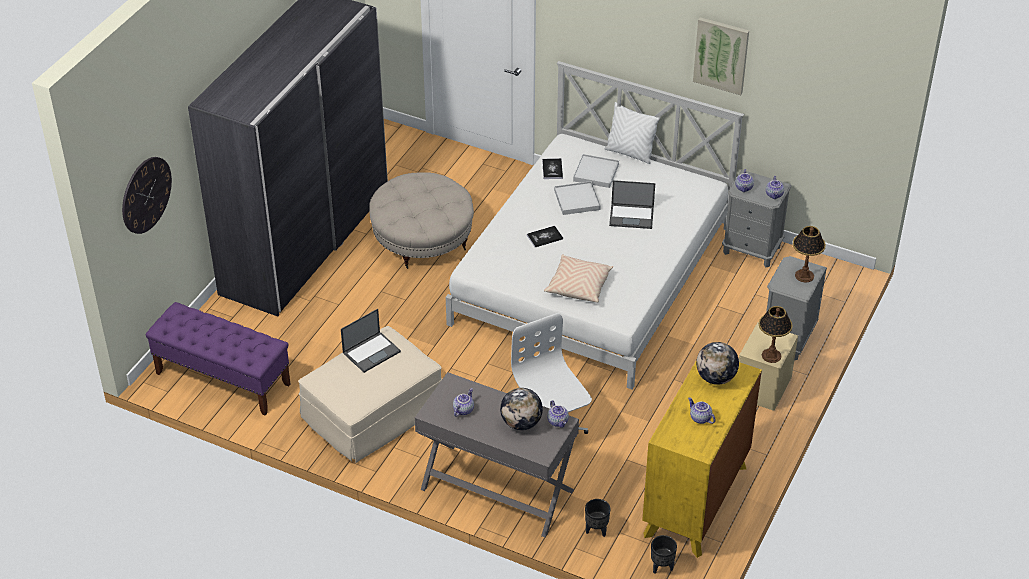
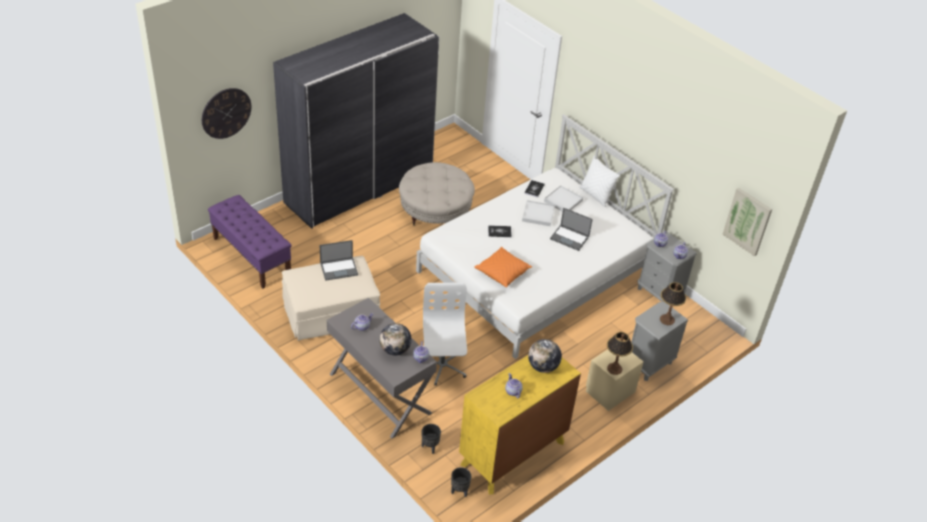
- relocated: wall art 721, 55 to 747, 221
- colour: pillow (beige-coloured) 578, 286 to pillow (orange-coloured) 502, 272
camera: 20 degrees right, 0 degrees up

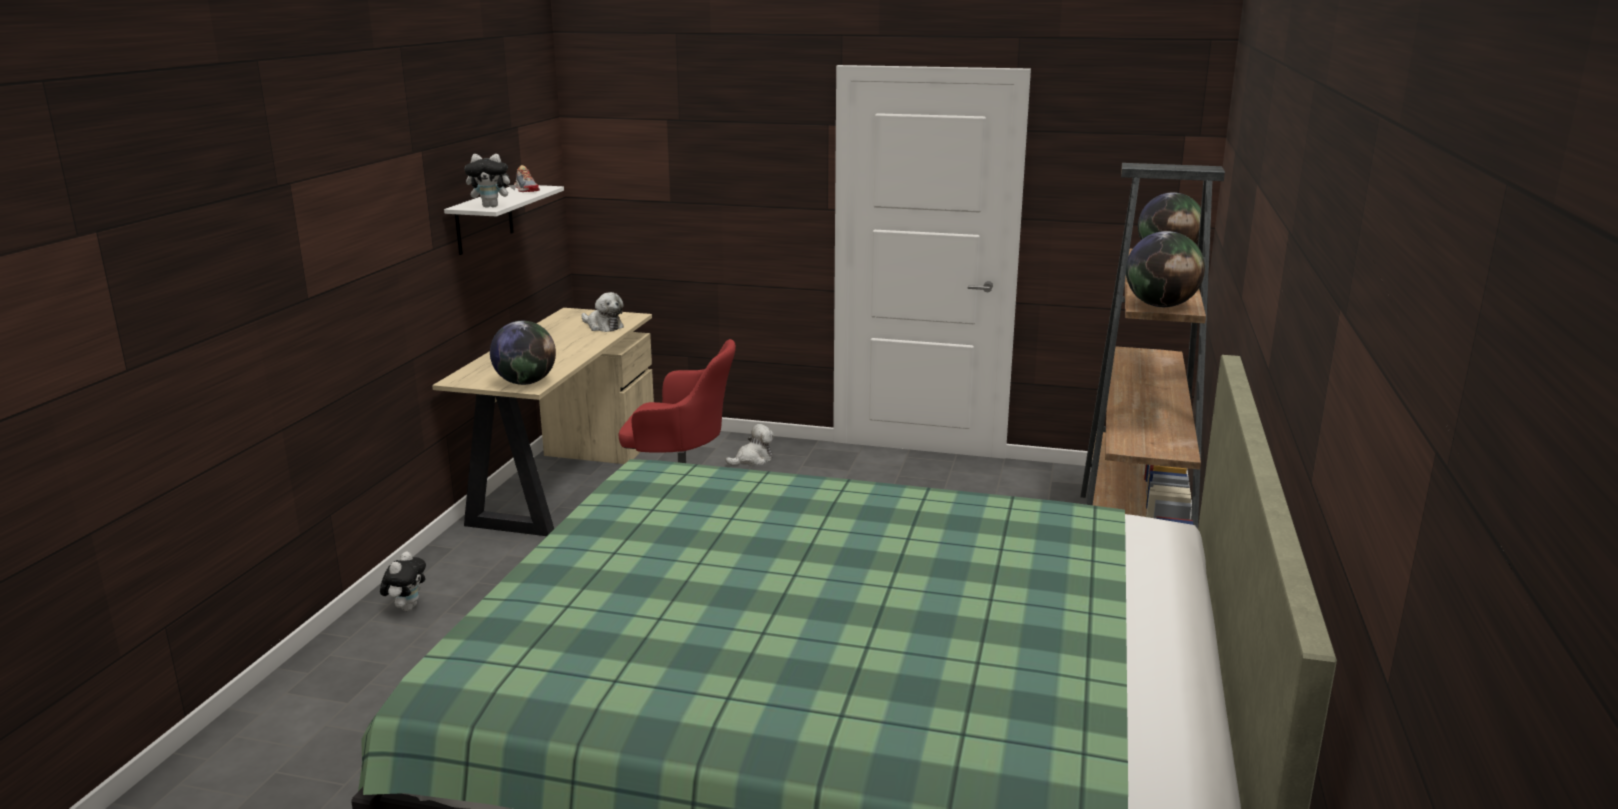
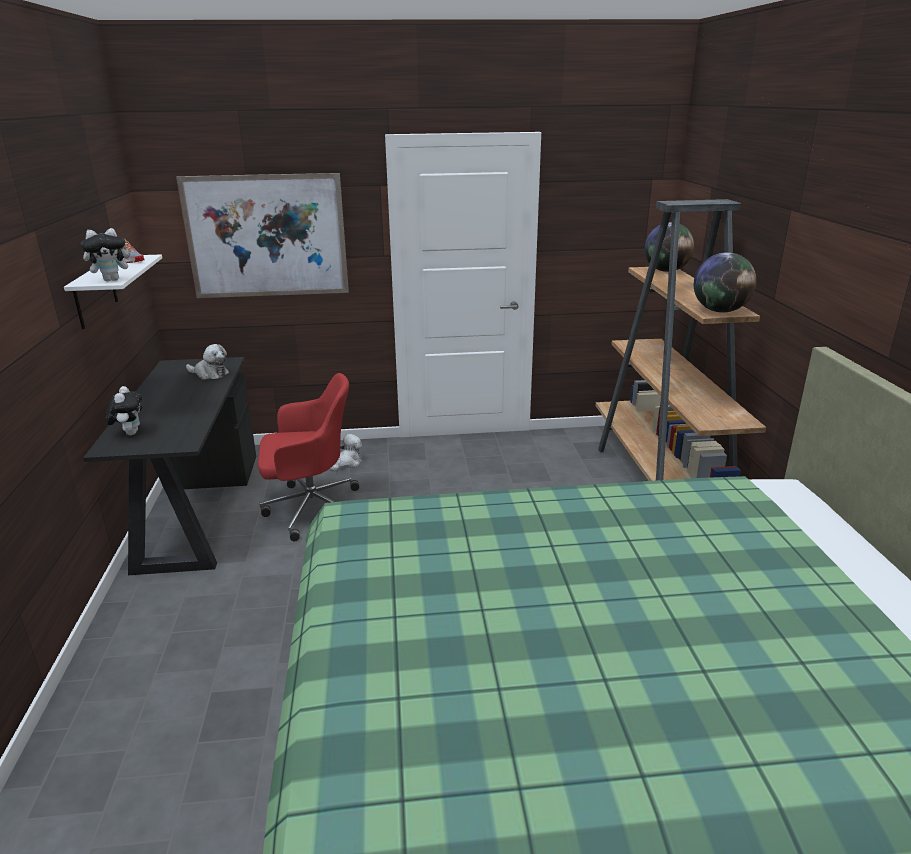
- colour: desk table (beige-coloured) 562, 479 to desk table (blackish) 197, 510
- missing: globe 525, 382
- relocated: plush toy 407, 607 to 130, 433
- appeared: wall art 266, 236
camera: 20 degrees left, 5 degrees up

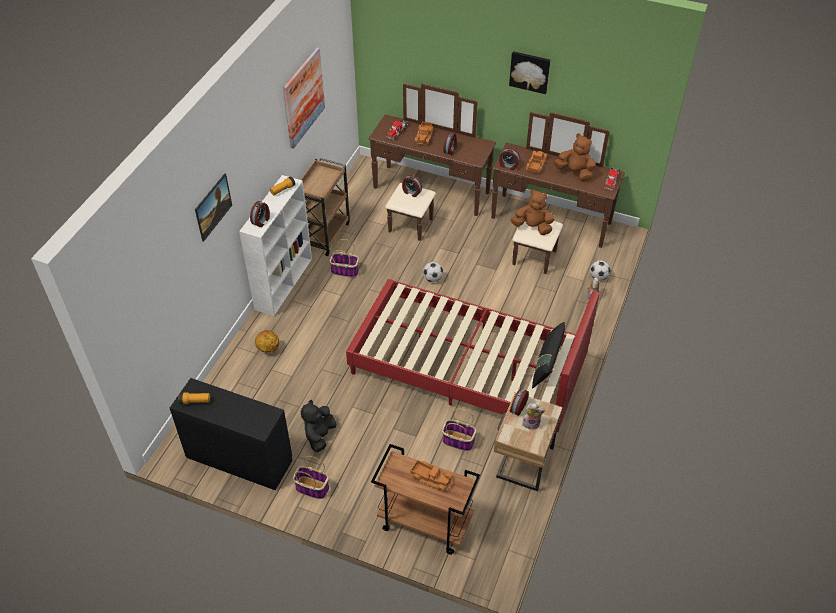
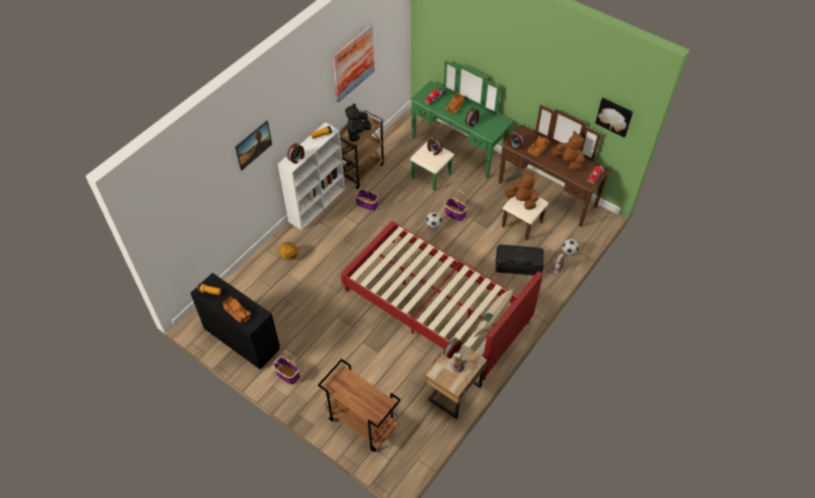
- relocated: wall art 530, 71 to 614, 116
- colour: drawer chest (brown-coloured) 427, 198 to drawer chest (greenish) 452, 155
- colour: pillow (blackish) 546, 365 to pillow (beige-coloured) 492, 320
- relocated: plush toy (blackish) 319, 435 to 358, 133
- relocated: basket 457, 441 to 454, 213
- relocated: model truck 431, 477 to 237, 312
- appeared: storage box (blackish) 518, 265
camera: 15 degrees right, 5 degrees up

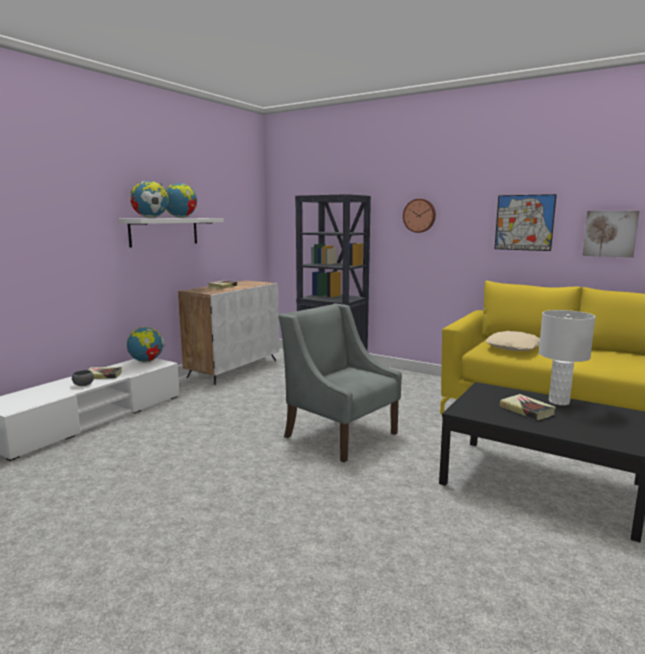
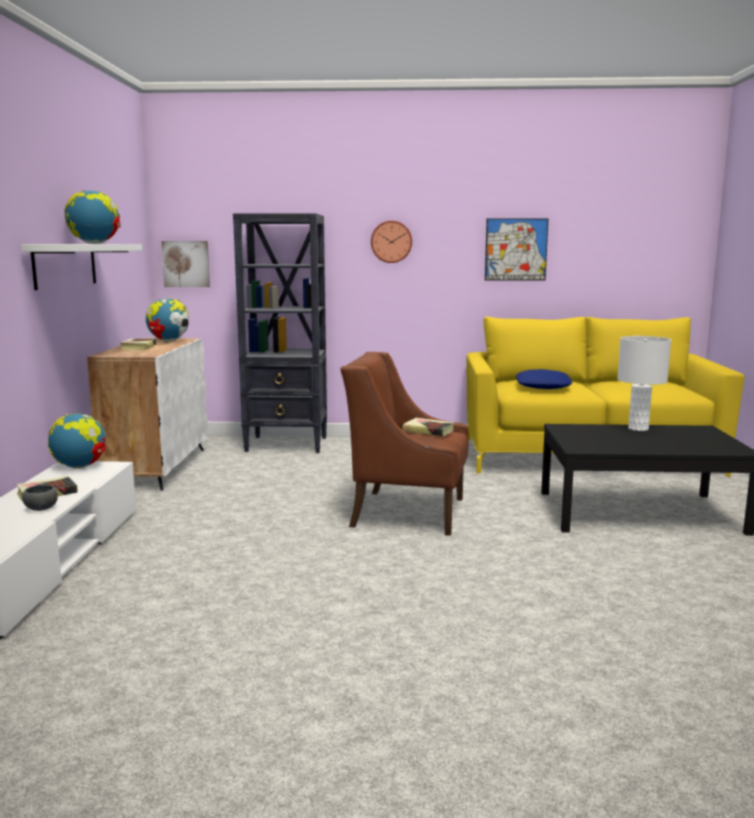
- relocated: globe 151, 218 to 169, 341
- relocated: wall art 610, 233 to 186, 264
- colour: lounge chair (greyish) 340, 434 to lounge chair (brown-coloured) 406, 511
- colour: pillow (beige-coloured) 513, 347 to pillow (blue) 543, 386
- relocated: book 526, 410 to 428, 431
camera: 30 degrees left, 0 degrees up

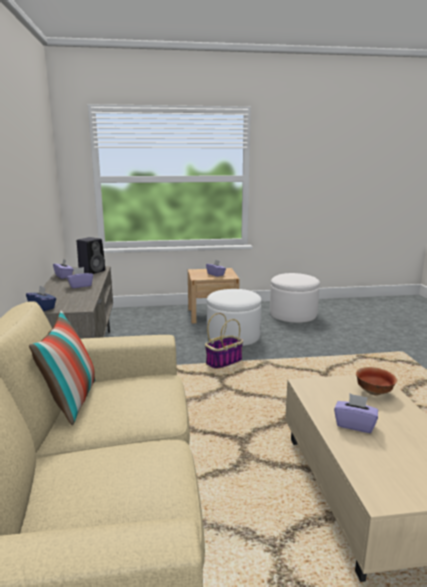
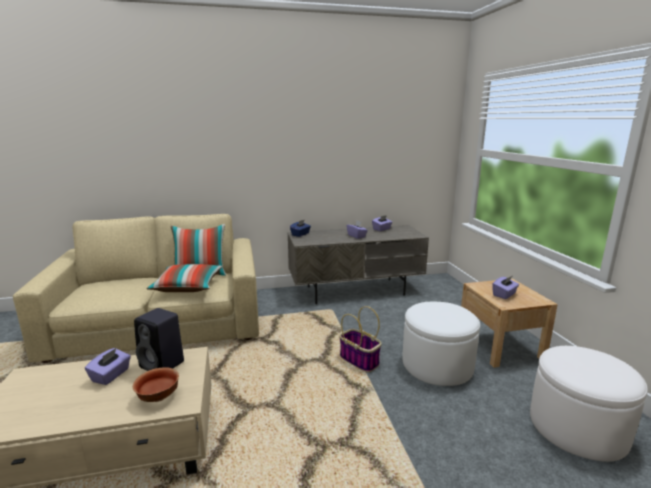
- relocated: loudspeaker (blackish) 92, 271 to 163, 365
- appeared: pillow 187, 287
camera: 85 degrees right, 0 degrees up

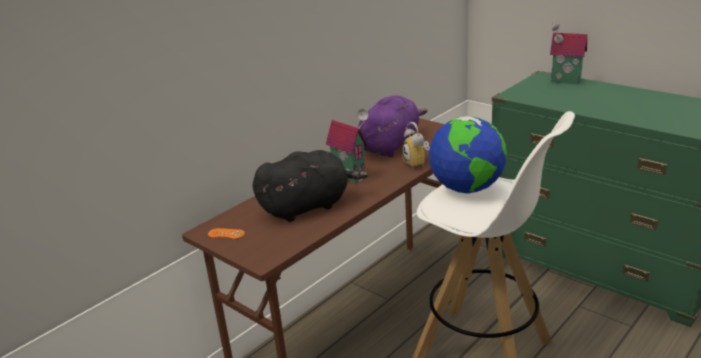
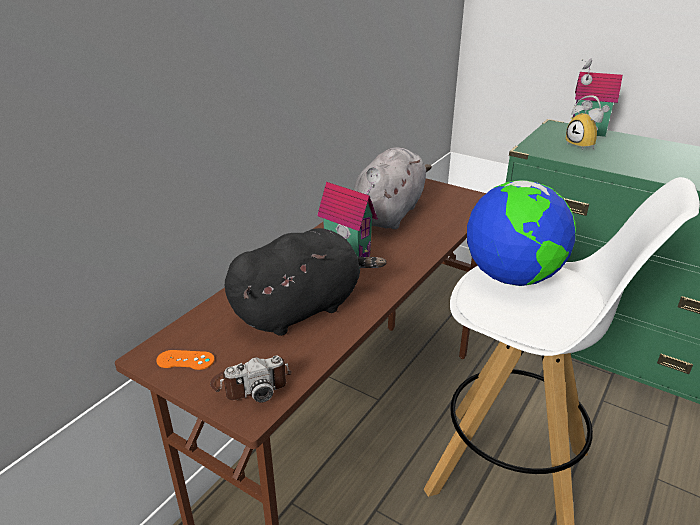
- colour: plush toy (purple) 390, 145 to plush toy (greyish) 389, 213
- relocated: alarm clock 418, 163 to 583, 146
- appeared: photo camera 251, 383
camera: 10 degrees left, 5 degrees up

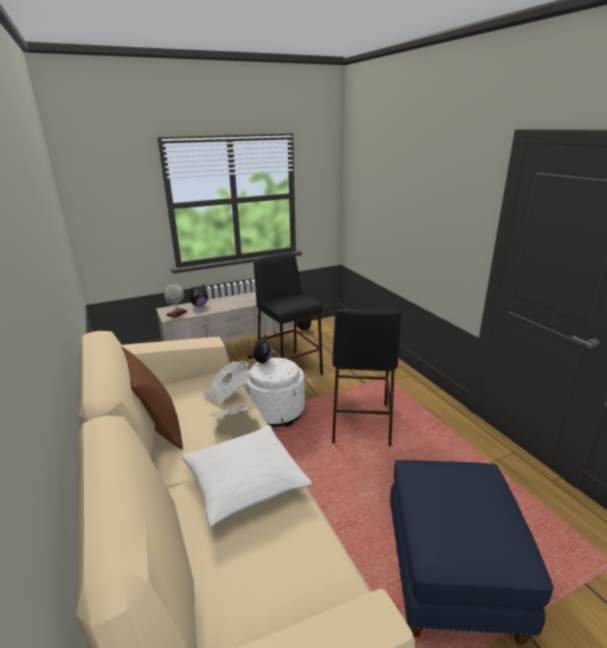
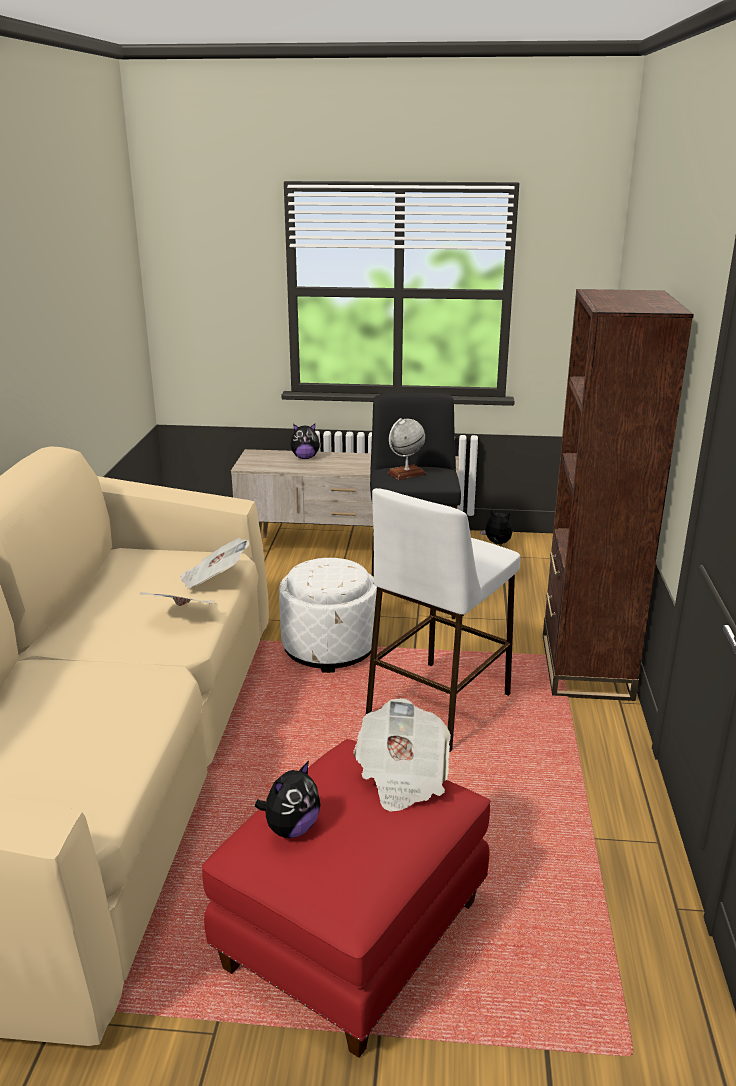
- relocated: globe 177, 313 to 406, 473
- colour: sitting stool (blackish) 360, 423 to sitting stool (whitish) 438, 706
- relocated: plush toy 261, 361 to 291, 828
- missing: pillow (brown-coloured) 158, 429
- missing: pillow (whitish) 245, 482
- colour: ottoman (blue) 452, 573 to ottoman (red) 355, 936
- appeared: shelving unit (brown-coloured) 585, 666
- appeared: printed paper 402, 777
camera: 30 degrees right, 0 degrees up

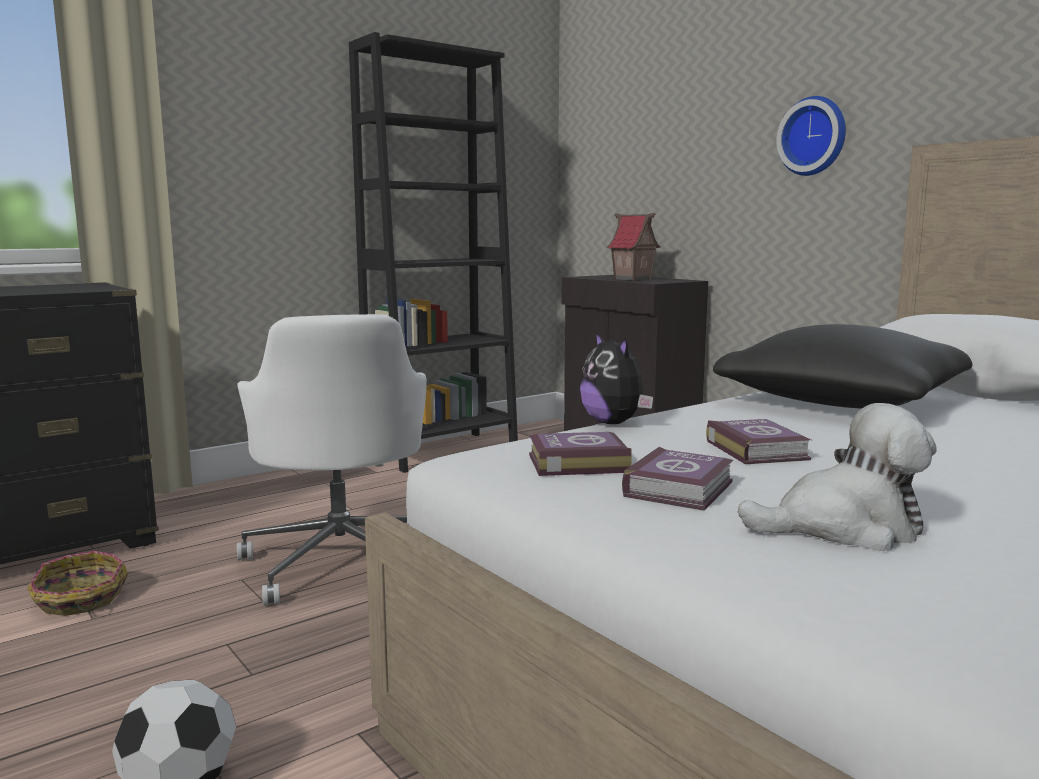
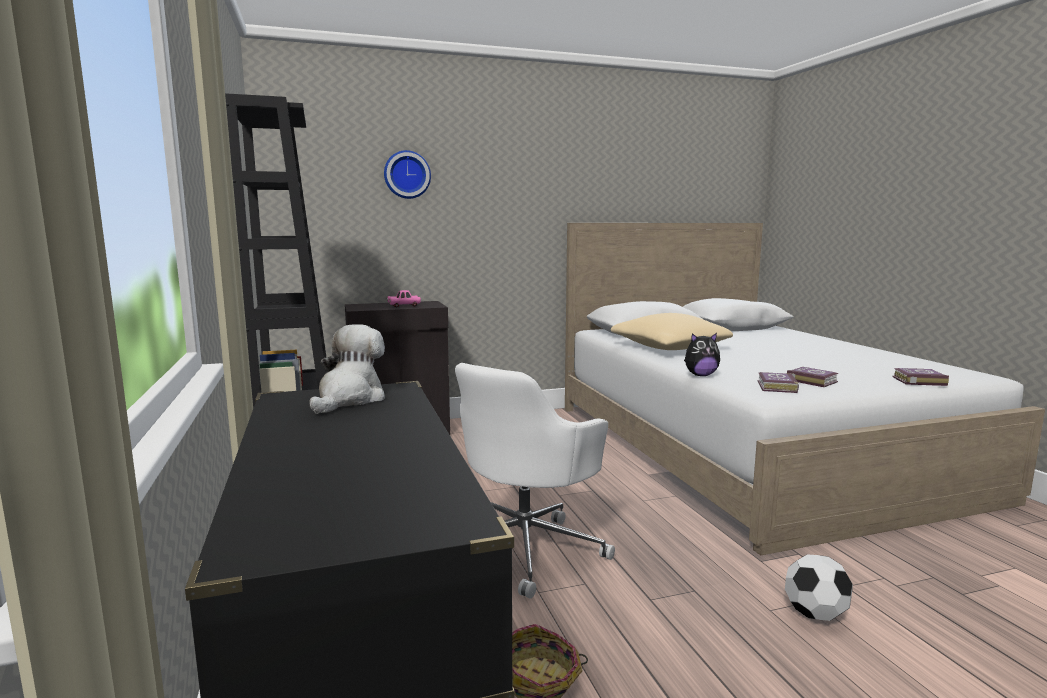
- relocated: hanging clock 814, 136 to 407, 175
- exchanged: miniature house 632, 279 to miniature car (pink) 404, 306
- spun: office chair (whitish) 343, 560 = 526, 548 120 degrees clockwise
- colour: pillow (blackish) 842, 402 to pillow (beige-coloured) 669, 348
- relocated: plush toy 844, 528 to 350, 399
- relocated: book 757, 449 to 917, 381
camera: 70 degrees left, 0 degrees up

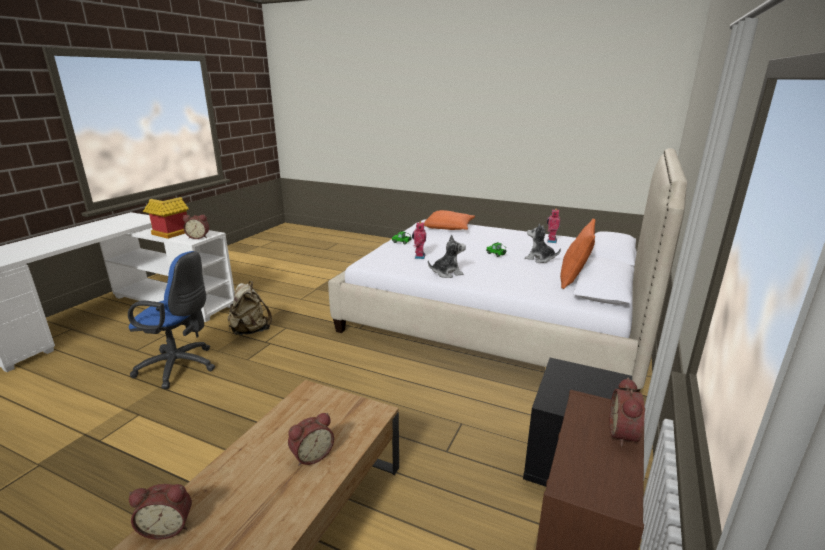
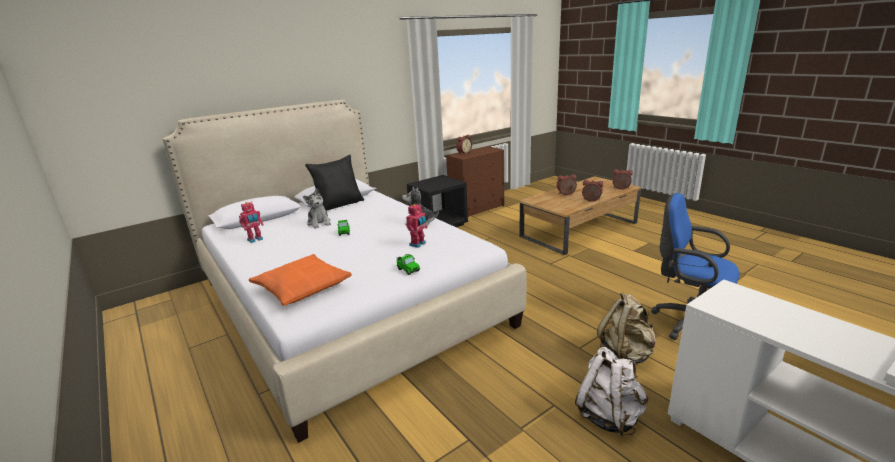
- missing: miniature house 169, 234
- relocated: alarm clock 198, 237 to 591, 200
- colour: pillow (orange-coloured) 574, 279 to pillow (blackish) 339, 205
- appeared: knapsack (whitish) 609, 416
camera: 150 degrees left, 0 degrees up

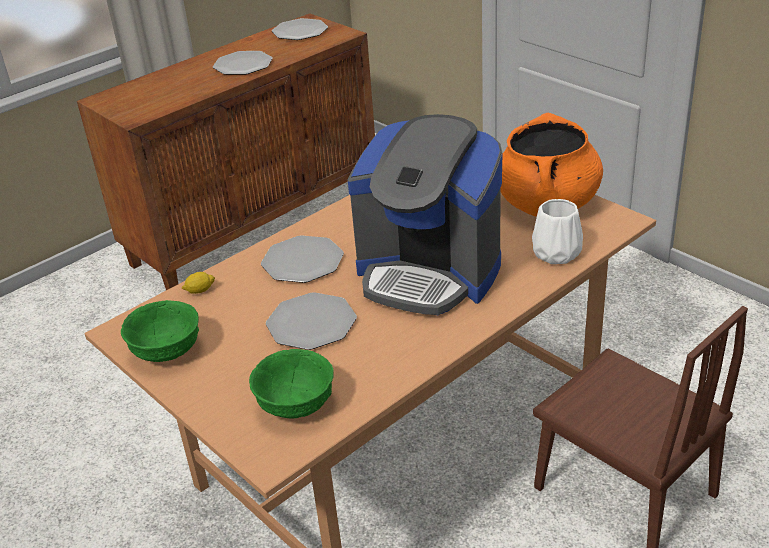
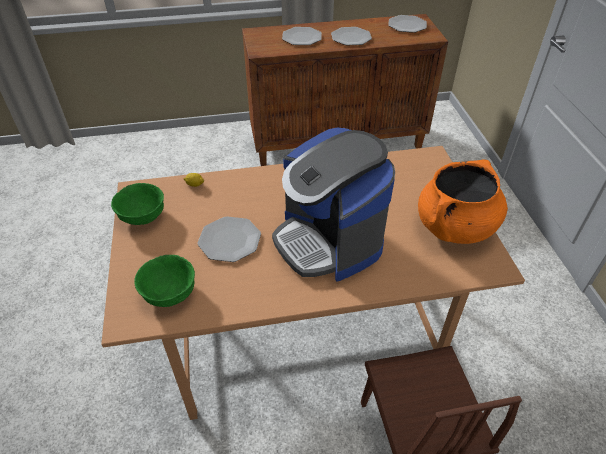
- missing: flower vase (whitish) 555, 254
- relocated: dinner plate 302, 261 to 302, 37
camera: 30 degrees right, 10 degrees up

